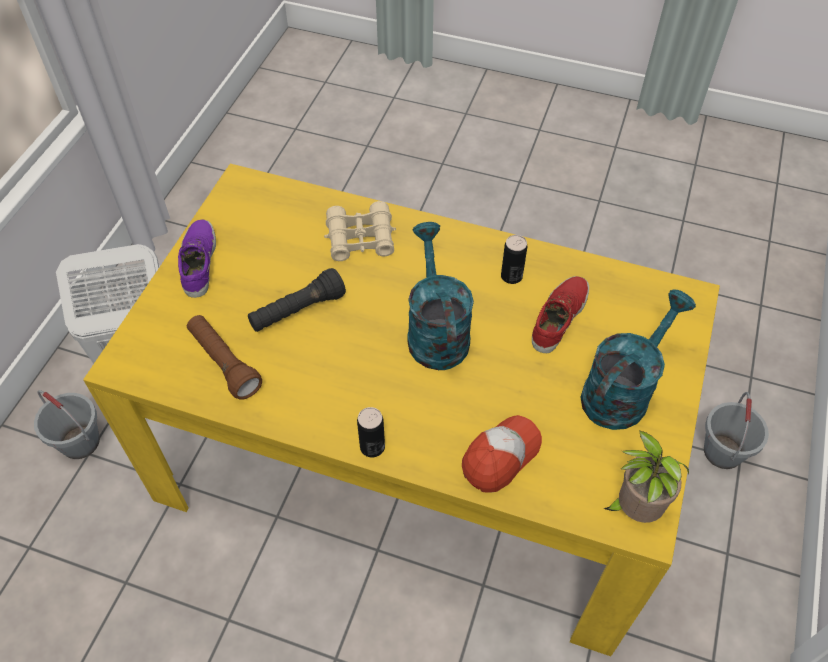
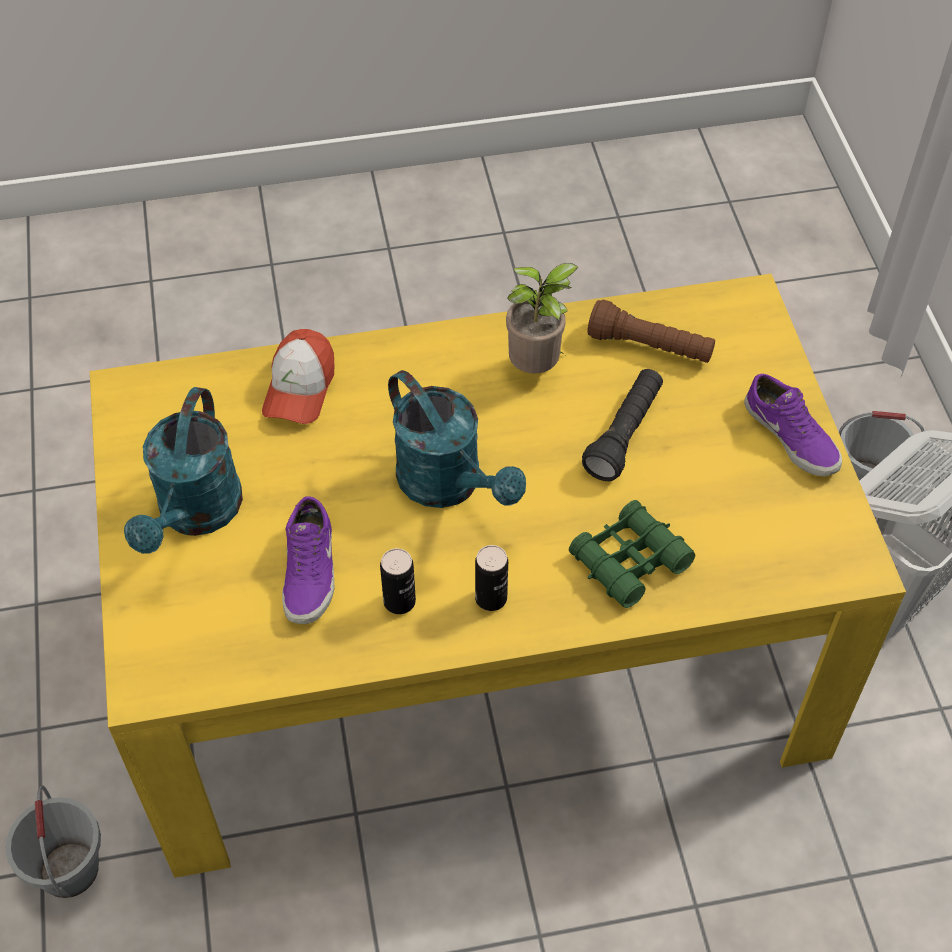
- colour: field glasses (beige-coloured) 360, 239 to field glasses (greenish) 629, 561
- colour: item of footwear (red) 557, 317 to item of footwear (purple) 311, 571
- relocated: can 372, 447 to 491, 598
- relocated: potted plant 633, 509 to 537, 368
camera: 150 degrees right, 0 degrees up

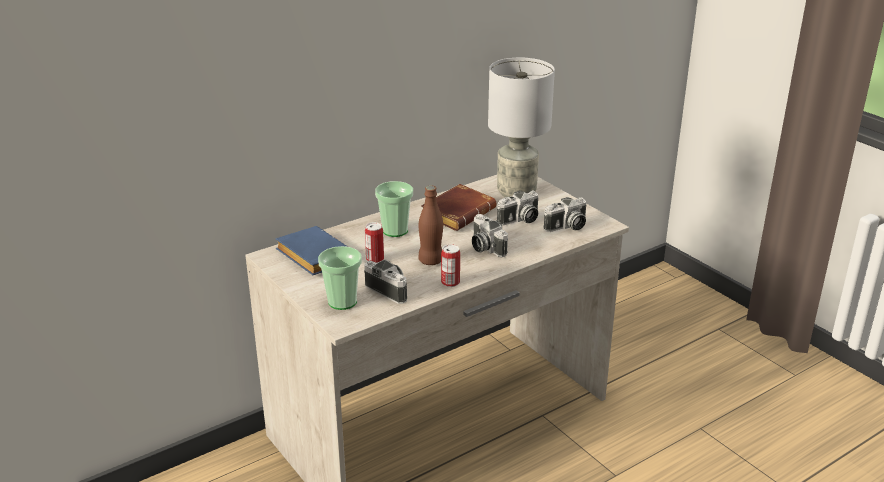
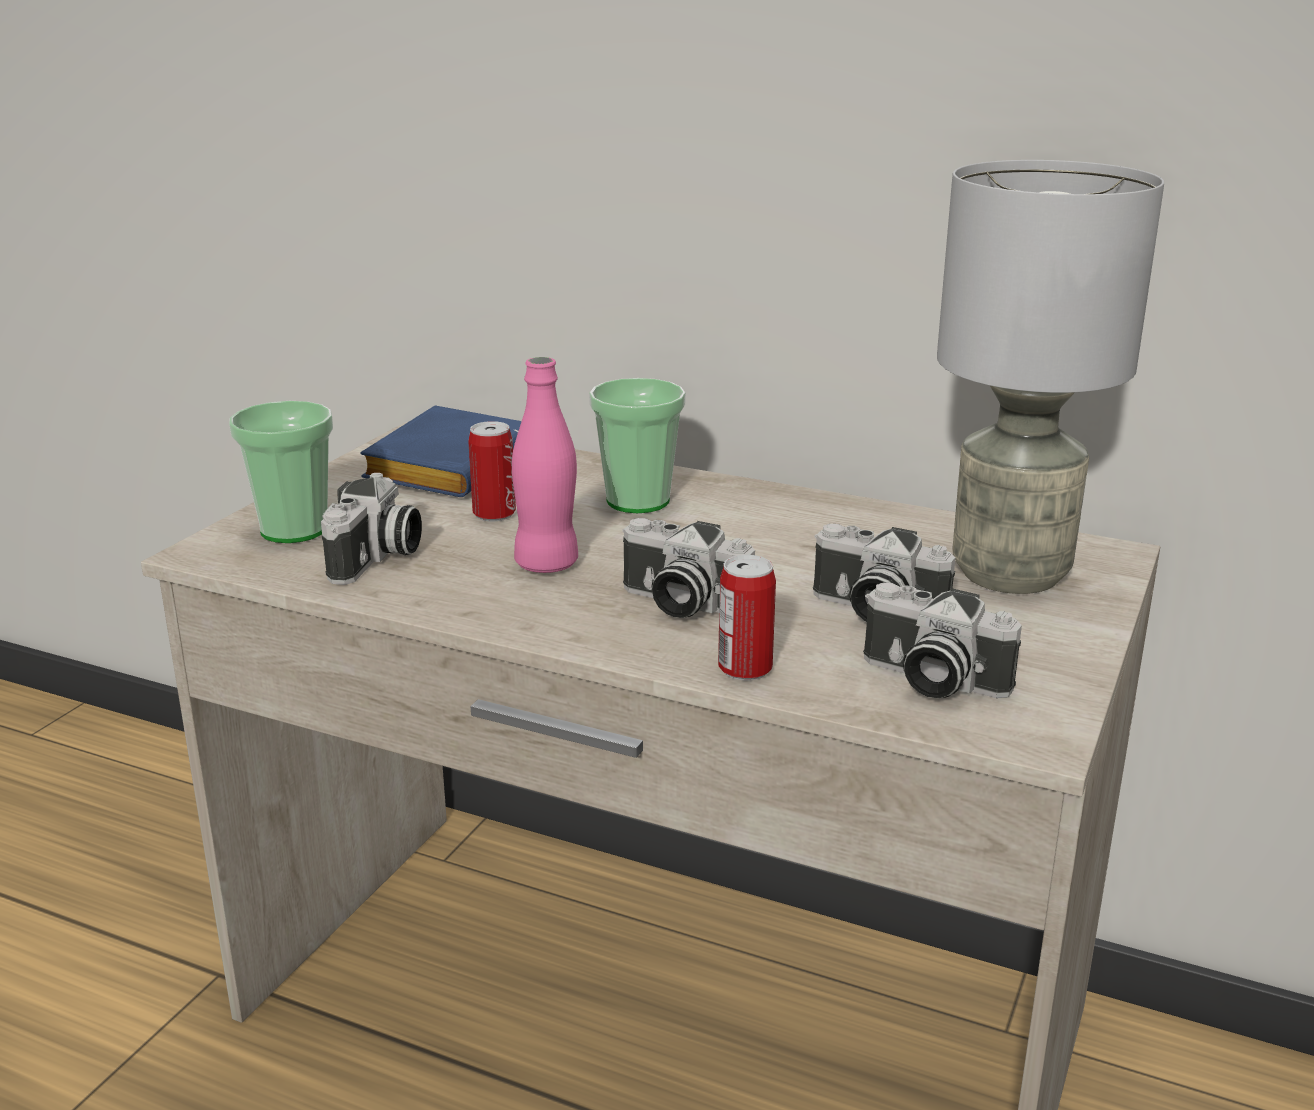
- missing: book (brown-coloured) 458, 212
- colour: drink bottle (brown-coloured) 430, 261 to drink bottle (pink) 547, 564
- spun: photo camera 485, 247 = 679, 604 90 degrees counterclockwise
- relocated: can 450, 282 to 745, 669
camera: 60 degrees right, 5 degrees down

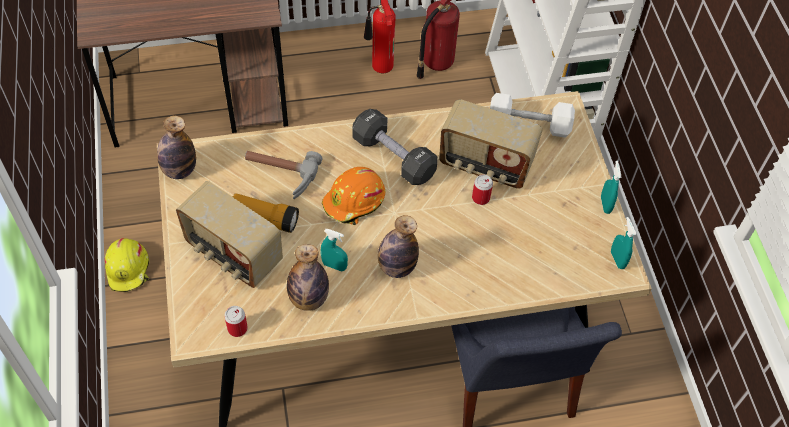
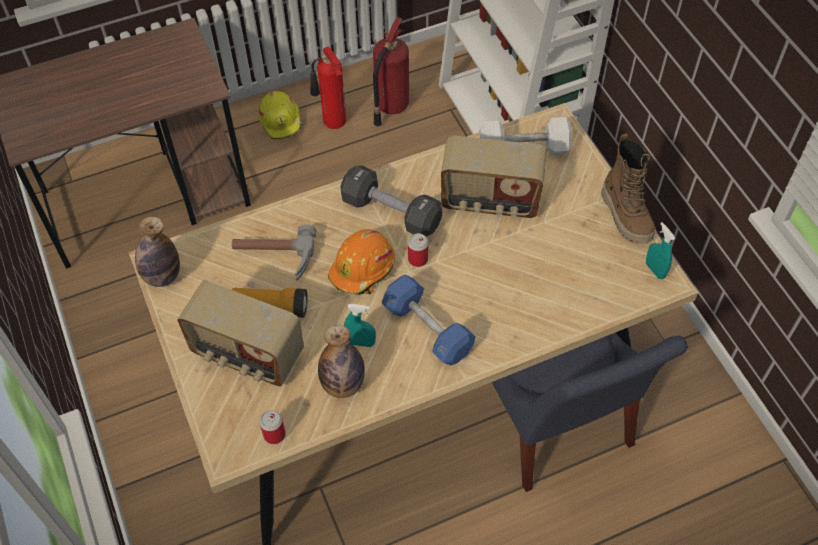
- exchanged: hand sprayer (blue-green) 605, 205 to high-top boot 626, 215
- relocated: can 480, 198 to 418, 259
- exchanged: drink bottle 396, 267 to hand weight (blue) 427, 329
- relocated: safety helmet (yellow) 129, 269 to 281, 120
camera: 10 degrees left, 0 degrees up

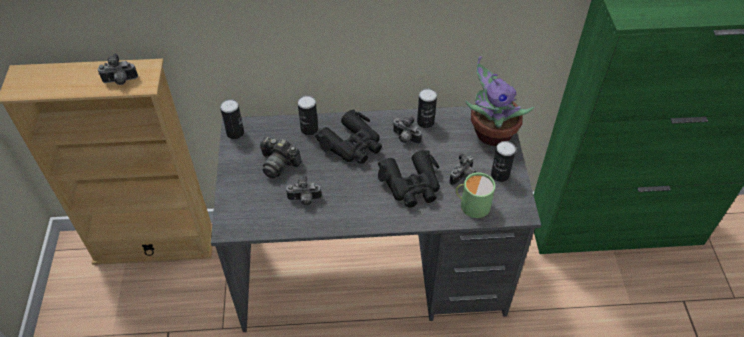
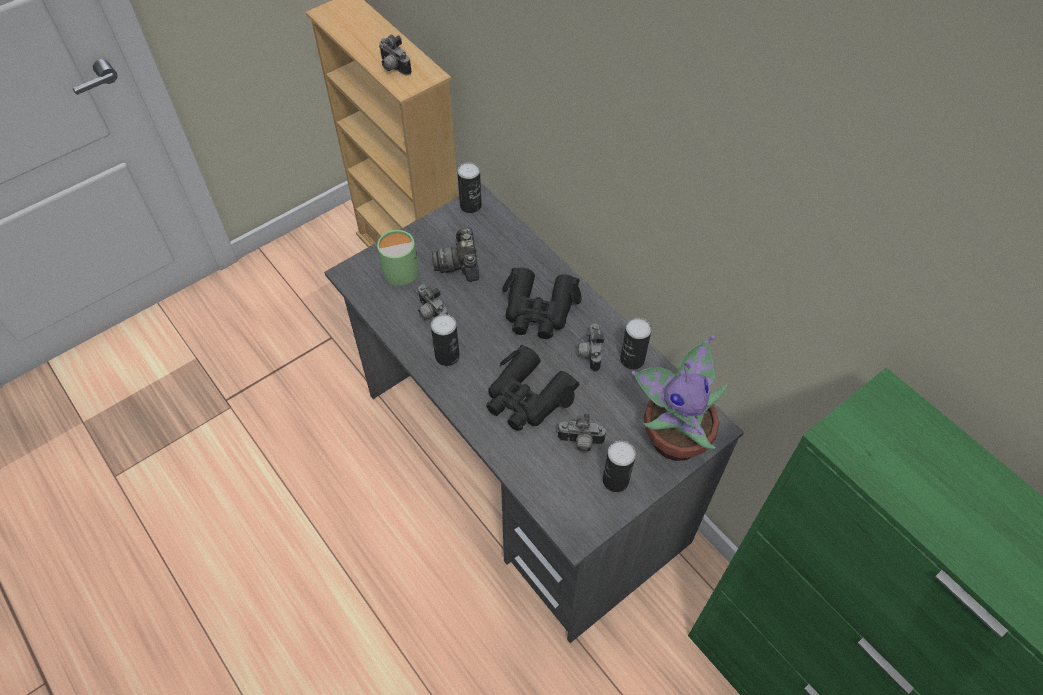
- relocated: can 309, 129 to 447, 356
- relocated: tea mug (greenish) 472, 204 to 400, 268
camera: 55 degrees right, 5 degrees up

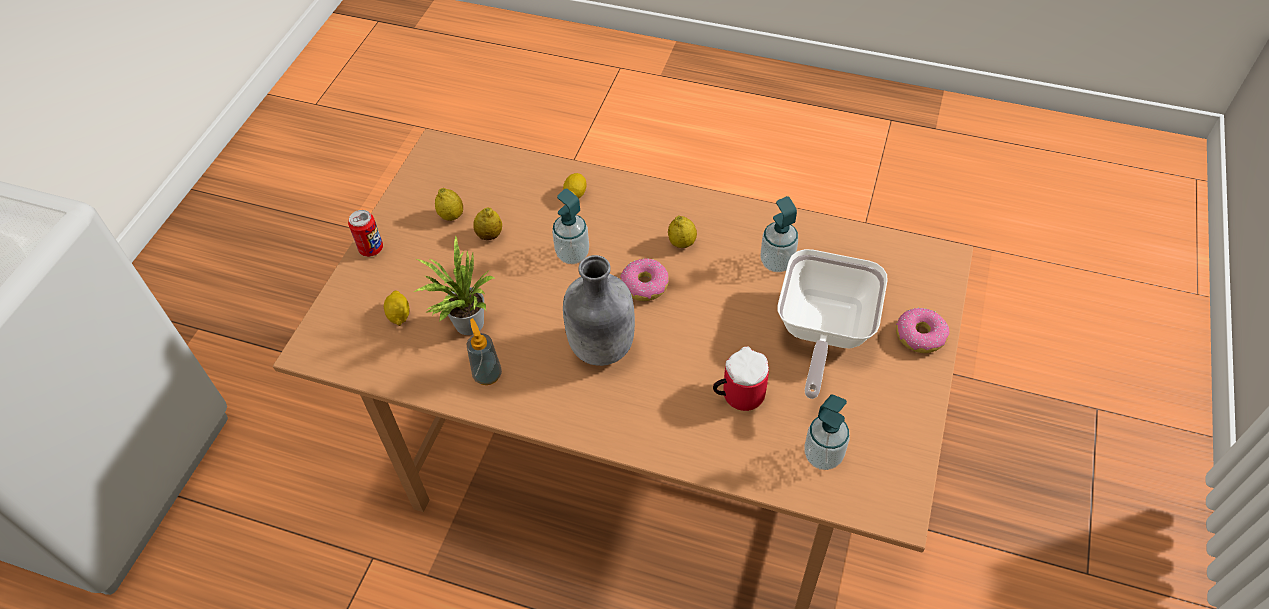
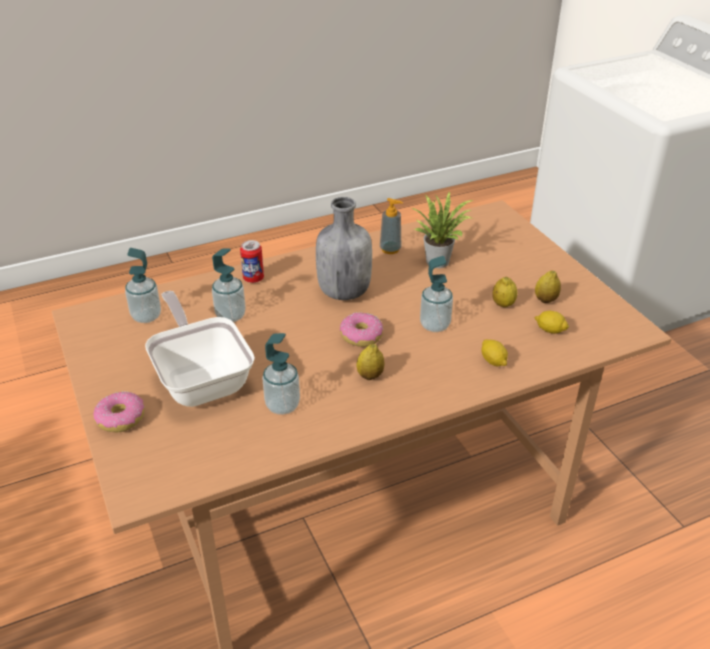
- relocated: can 371, 249 to 253, 278
- relocated: lemon 399, 315 to 550, 330
- exchanged: tea mug 737, 394 to liquid soap bottle 230, 316
camera: 135 degrees right, 15 degrees down

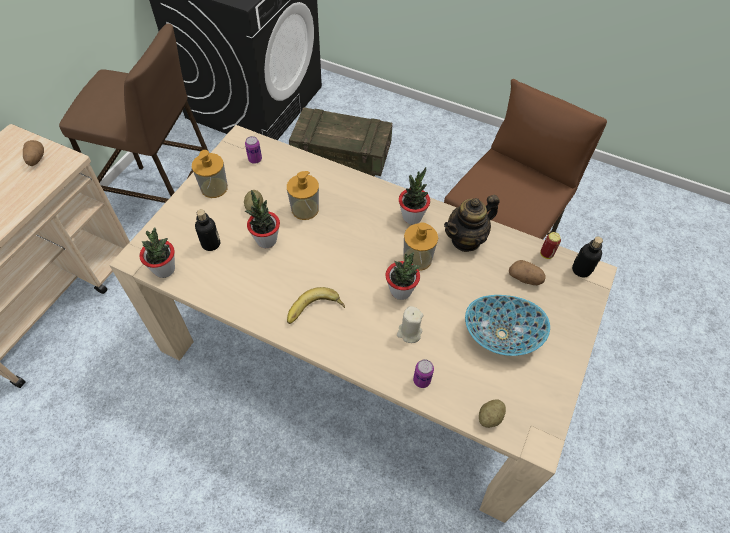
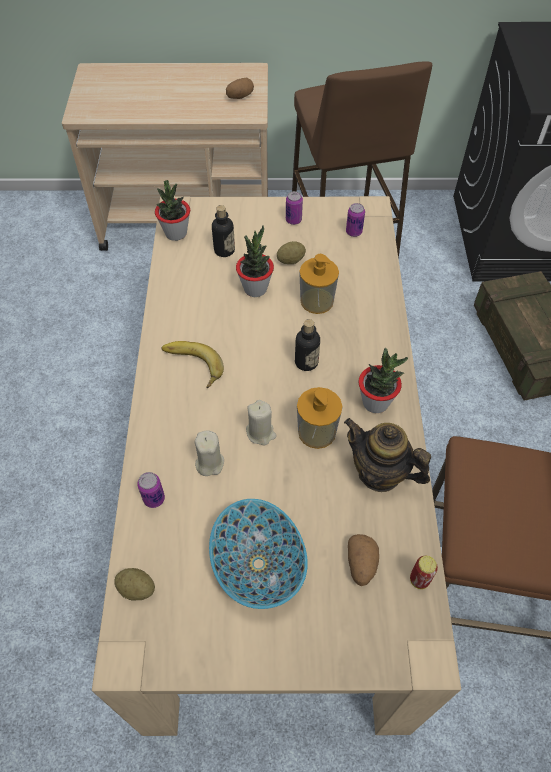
- exchanged: liquid soap bottle 214, 188 to can 293, 220
- relocated: drink bottle 581, 270 to 306, 362
- exchanged: potted plant 401, 291 to candle (beige-coloured) 261, 433
camera: 65 degrees right, 0 degrees up

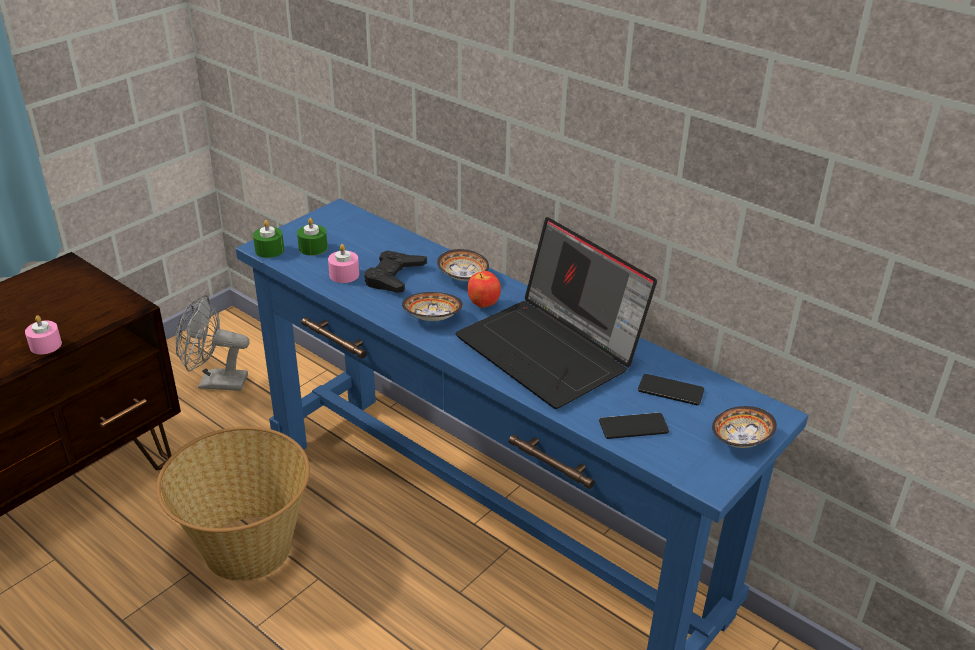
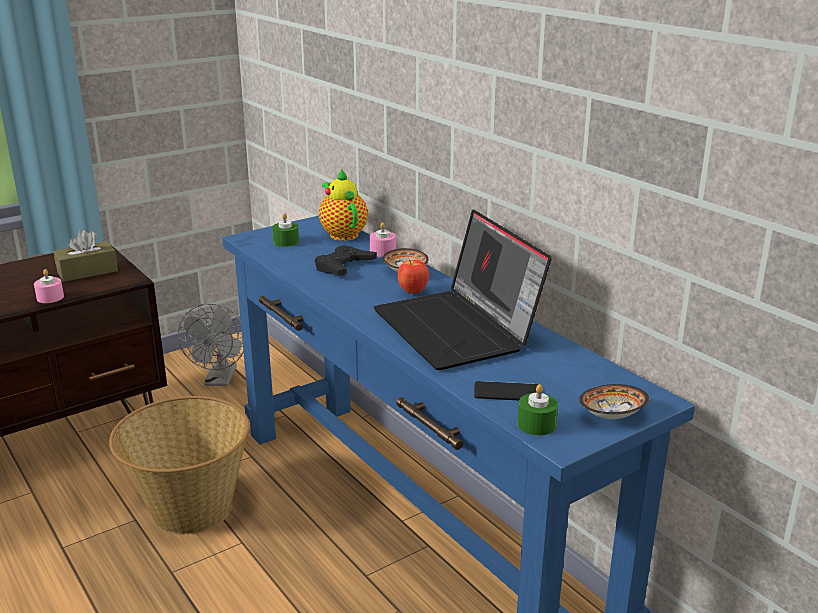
- relocated: candle (greenish) 269, 250 to 536, 424
- relocated: candle (pink) 344, 275 to 382, 252
- missing: serving bowl 432, 318
- spun: electric fan (greyish) 215, 382 = 220, 380 105 degrees counterclockwise
- missing: handset 670, 390
- appeared: pot for tea 342, 234
- appeared: tissue box (brown-coloured) 87, 272
camera: 15 degrees right, 10 degrees down

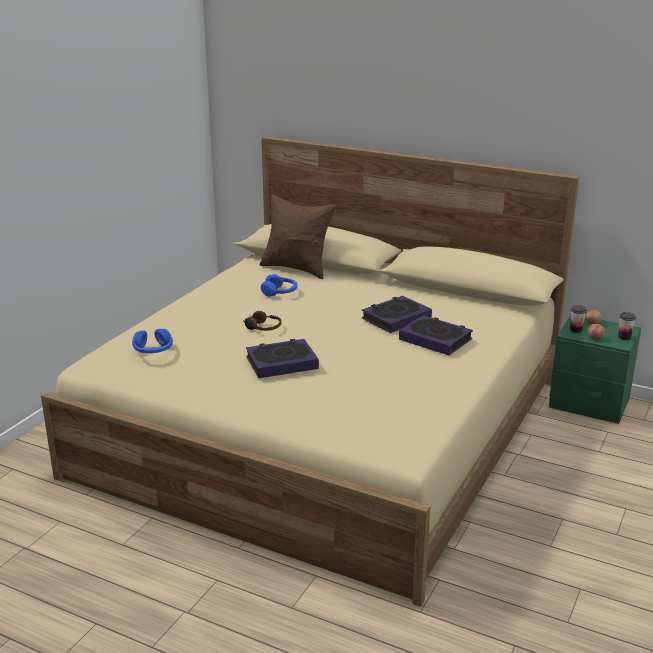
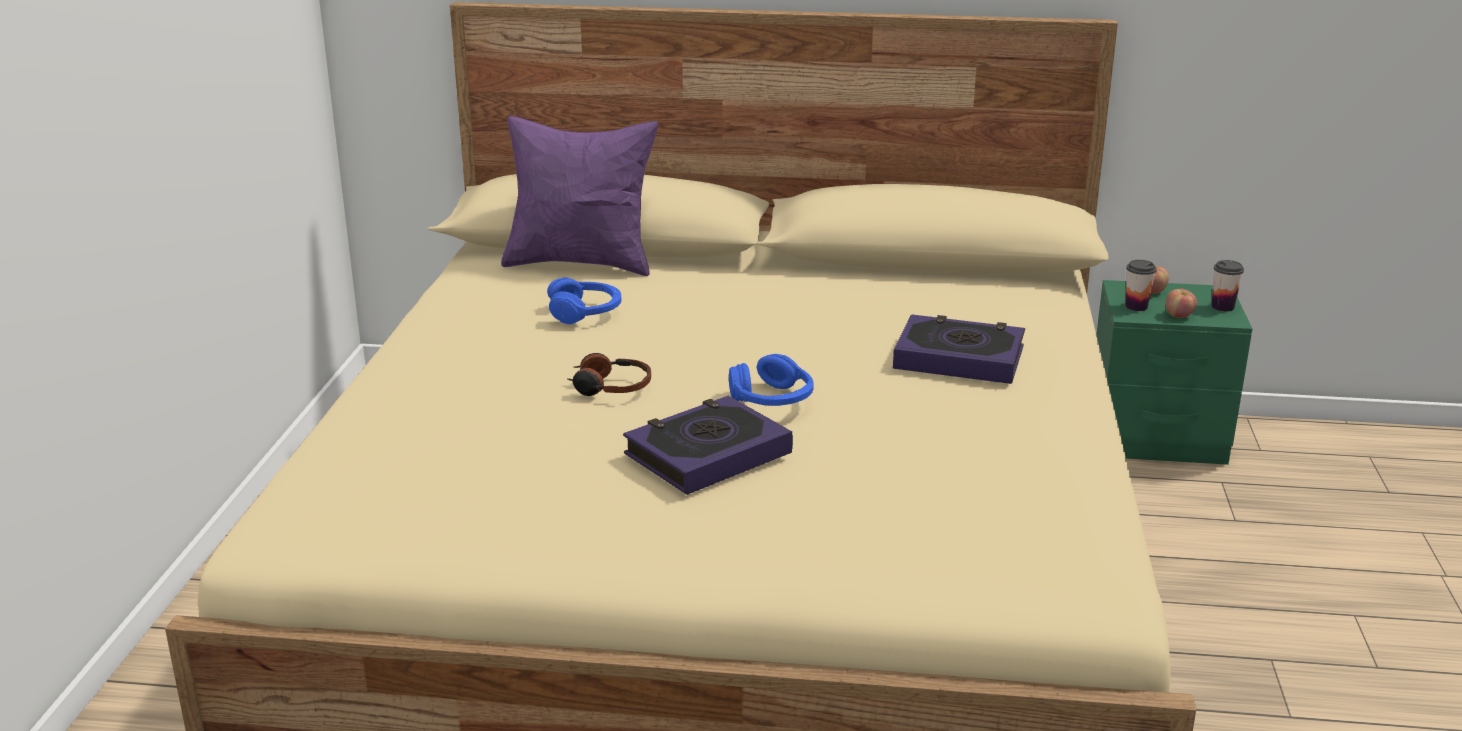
- colour: pillow (brown-coloured) 297, 268 to pillow (purple) 581, 262
- missing: book 396, 318
- relocated: headphones (blue) 153, 350 to 772, 399
camera: 20 degrees left, 0 degrees up

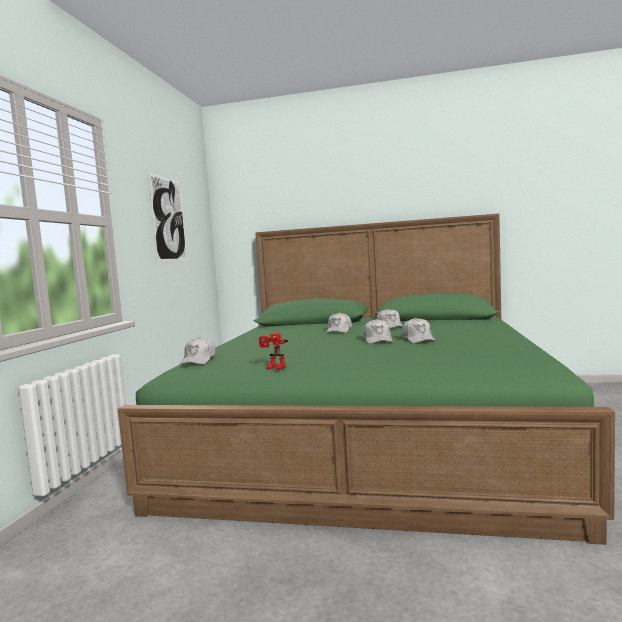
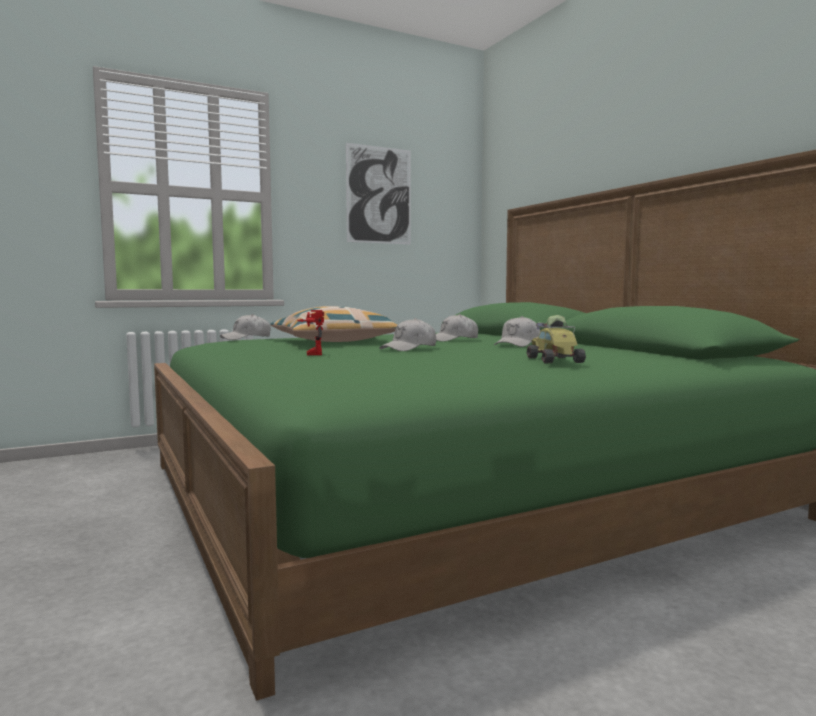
- missing: baseball cap (whitish) 418, 339
- relocated: robot figure 273, 368 to 311, 354
- appeared: pillow 334, 341
- appeared: miniature car 552, 360
camera: 50 degrees right, 0 degrees up

